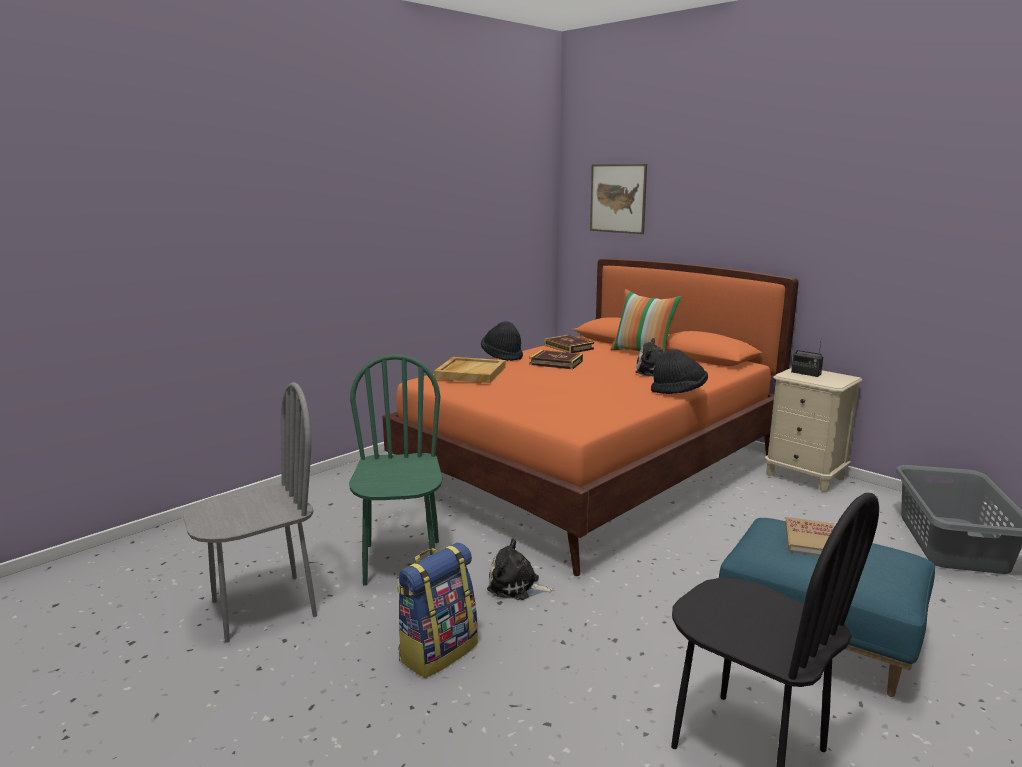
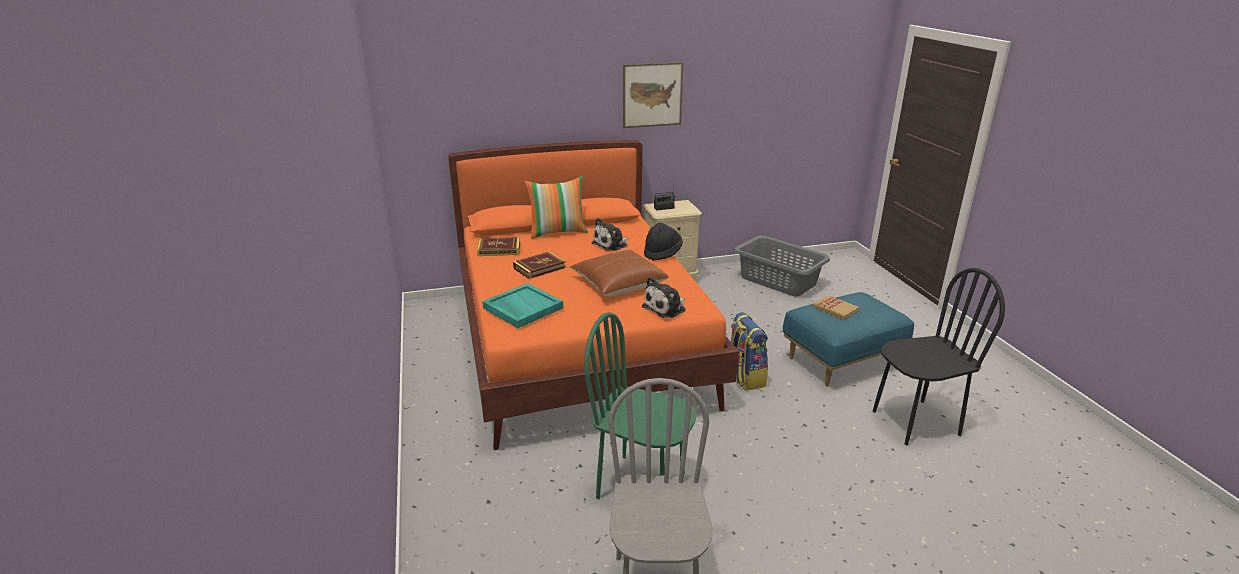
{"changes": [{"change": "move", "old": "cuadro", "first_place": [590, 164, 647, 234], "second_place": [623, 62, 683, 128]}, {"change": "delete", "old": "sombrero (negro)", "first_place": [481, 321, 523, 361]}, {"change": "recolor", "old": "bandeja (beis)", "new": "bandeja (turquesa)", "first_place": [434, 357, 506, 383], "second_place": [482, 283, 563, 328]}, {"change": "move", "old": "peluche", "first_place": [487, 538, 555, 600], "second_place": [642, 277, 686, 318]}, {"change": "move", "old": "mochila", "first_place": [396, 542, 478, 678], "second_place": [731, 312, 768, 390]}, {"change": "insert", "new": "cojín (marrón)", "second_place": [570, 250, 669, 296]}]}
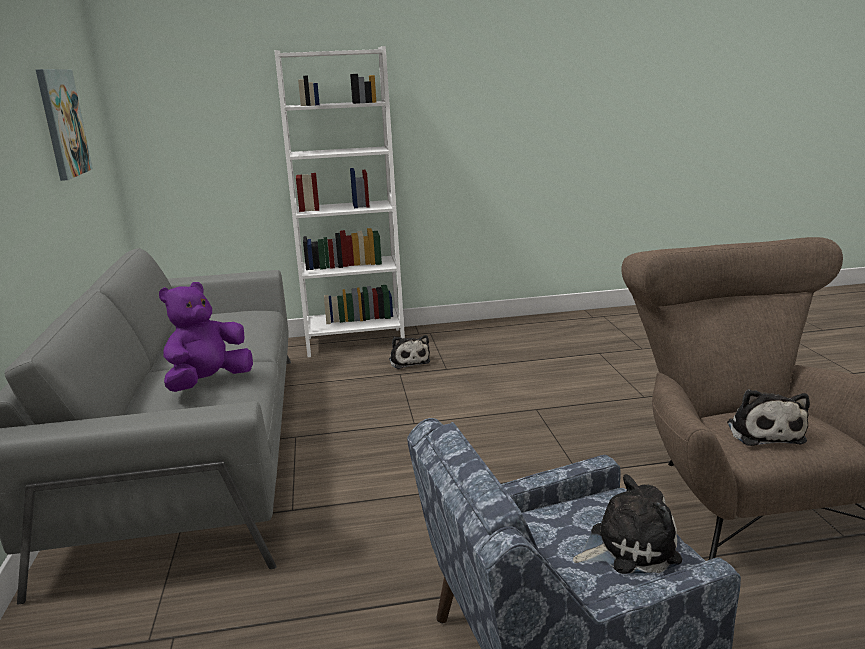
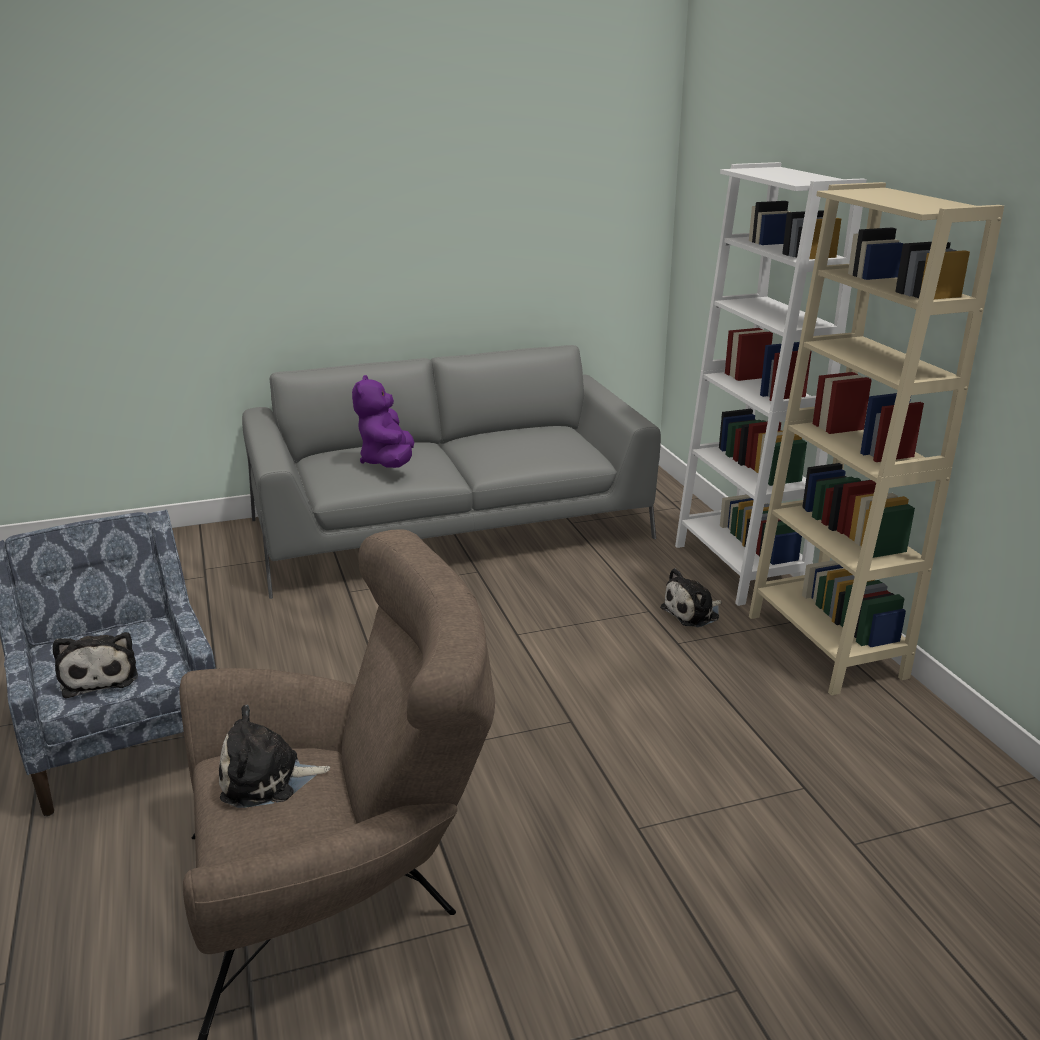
{"changes": [{"change": "delete", "old": "cuadro", "first_place": [36, 69, 93, 181]}, {"change": "rotate", "old": "peluche (morado)", "first_place": [159, 282, 253, 392], "second_place": [352, 375, 414, 468], "degrees": -120}, {"change": "insert", "new": "estantería (beis)", "second_place": [749, 182, 1004, 696]}]}
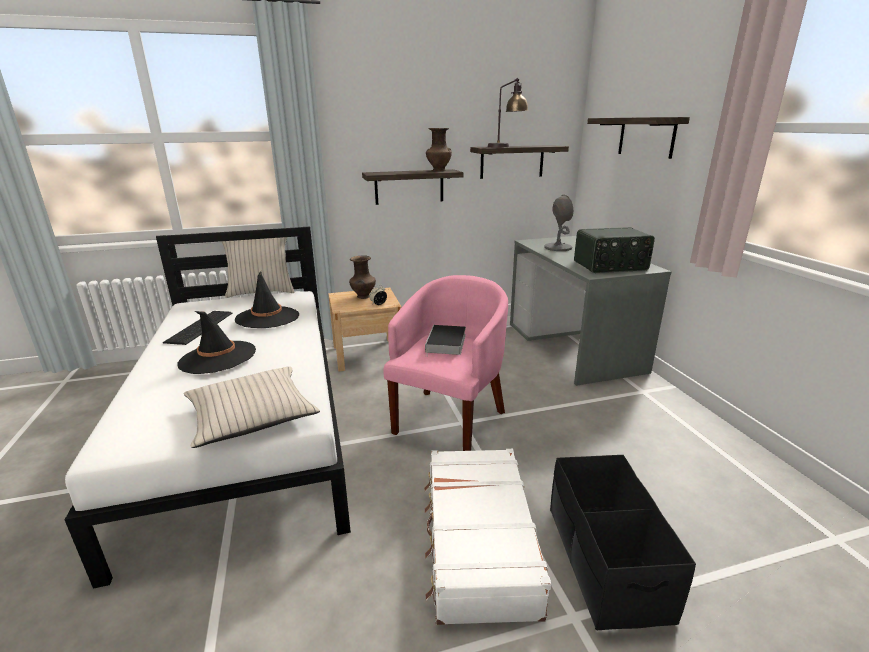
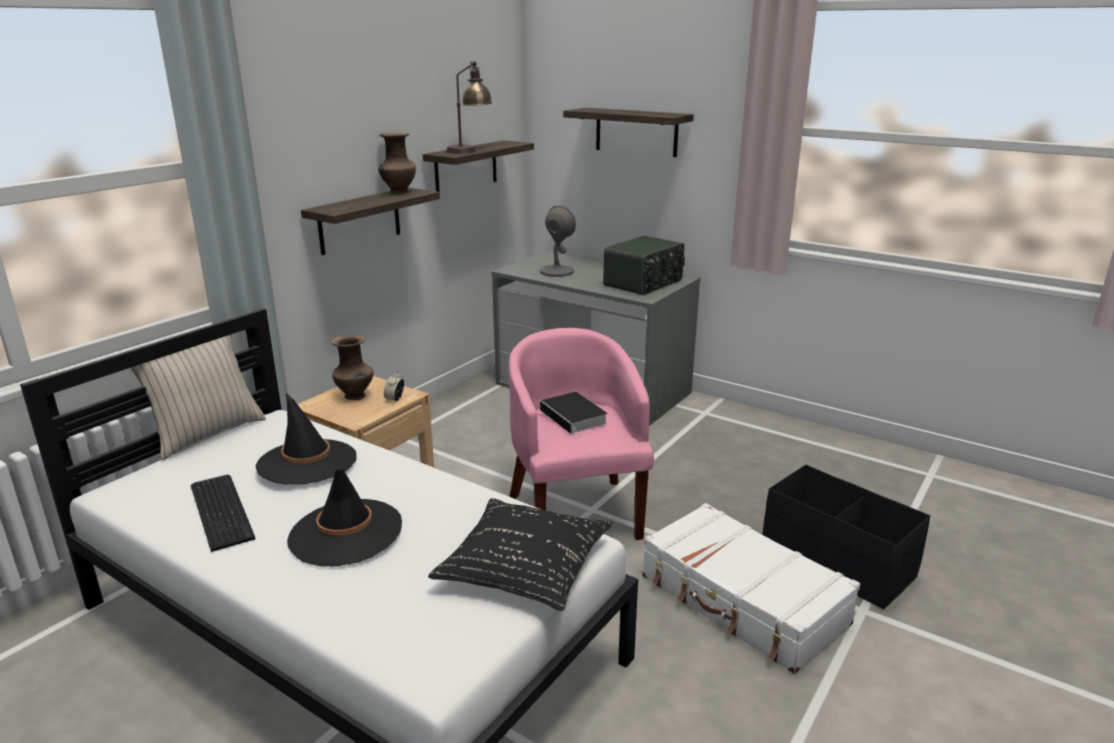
{"changes": [{"change": "recolor", "old": "cojín (beis)", "new": "cojín (negro)", "first_place": [184, 366, 320, 448], "second_place": [428, 498, 613, 611]}]}
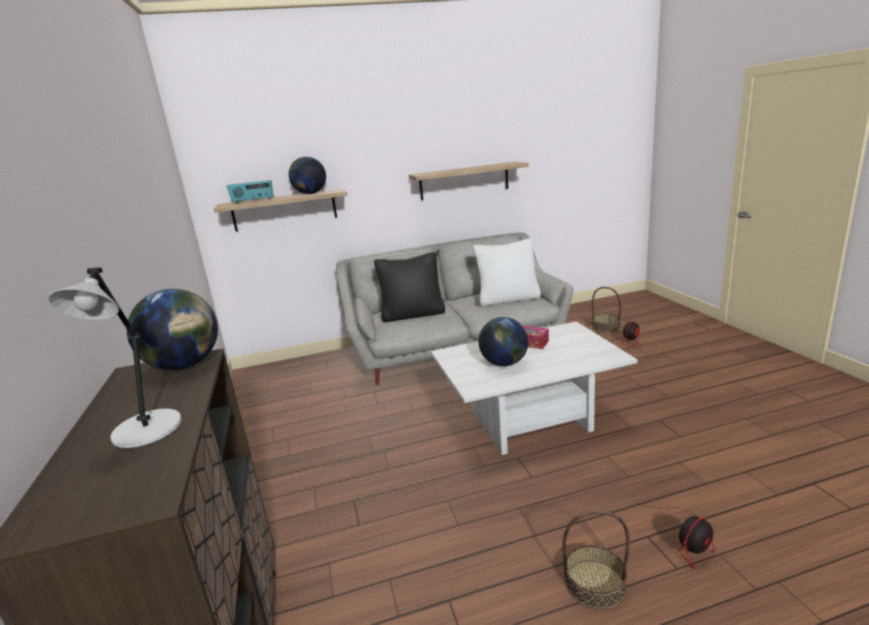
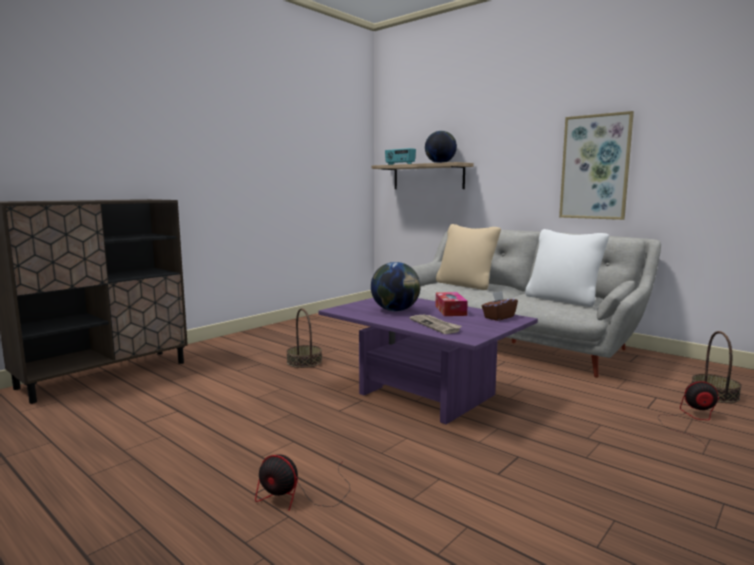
{"changes": [{"change": "replace", "old": "estante", "new": "cuadro", "first_place": [409, 162, 529, 200], "second_place": [559, 111, 634, 220]}, {"change": "recolor", "old": "cojín (negro)", "new": "cojín (beis)", "first_place": [374, 252, 445, 322], "second_place": [436, 224, 501, 290]}, {"change": "delete", "old": "lámpara de mesa (gris)", "first_place": [48, 267, 182, 448]}, {"change": "delete", "old": "globo terráqueo", "first_place": [127, 289, 218, 370]}, {"change": "recolor", "old": "mesa de centro (blanco)", "new": "mesa de centro (morado)", "first_place": [431, 321, 638, 455], "second_place": [318, 298, 538, 424]}, {"change": "move", "old": "cesta", "first_place": [563, 510, 630, 610], "second_place": [286, 308, 322, 368]}, {"change": "insert", "new": "caja de pañuelos (marrón)", "second_place": [482, 291, 518, 321]}, {"change": "insert", "new": "periódico", "second_place": [410, 315, 462, 334]}]}
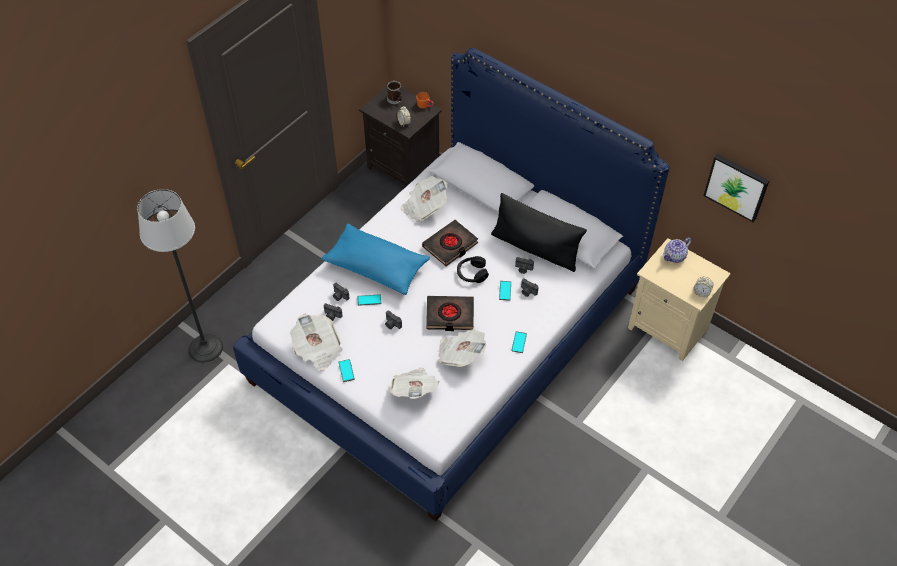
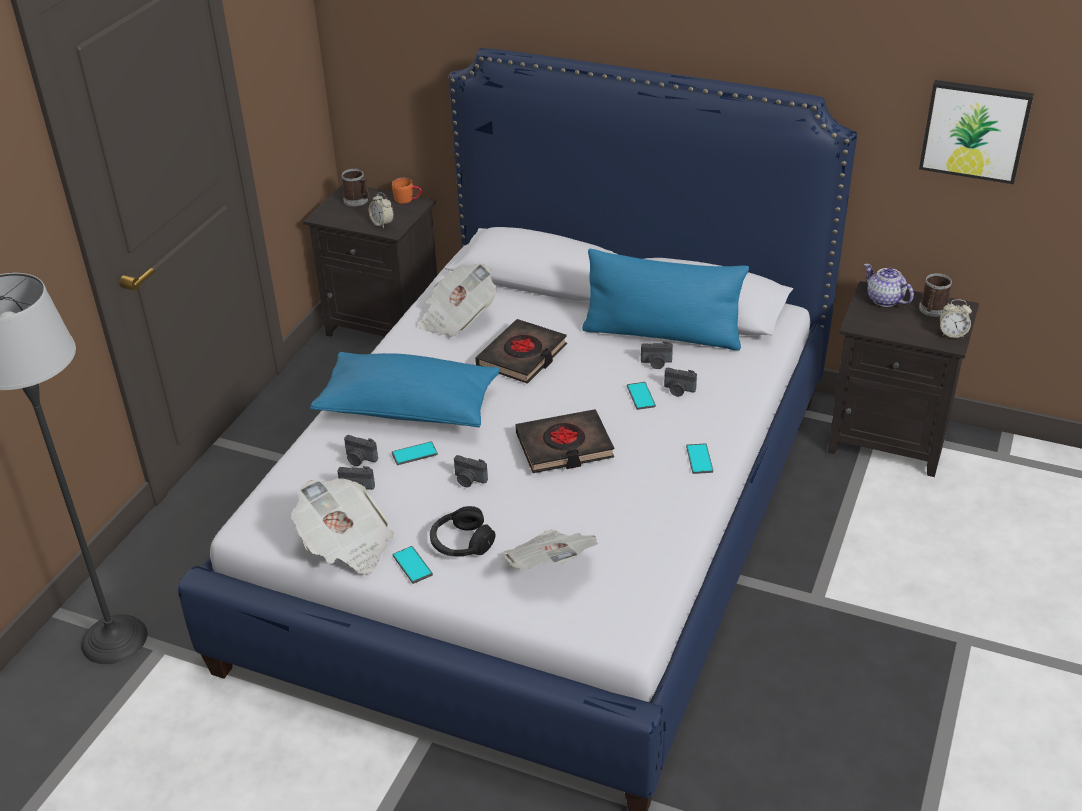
{"changes": [{"change": "recolor", "old": "cojín (negro)", "new": "cojín (azul)", "first_place": [491, 193, 587, 272], "second_place": [582, 249, 749, 350]}, {"change": "rotate", "old": "tetera", "first_place": [663, 237, 691, 263], "second_place": [864, 264, 914, 307], "degrees": 105}, {"change": "recolor", "old": "mesita de noche (beis)", "new": "mesita de noche (negro)", "first_place": [628, 238, 731, 361], "second_place": [828, 281, 979, 477]}, {"change": "move", "old": "auriculares (negro)", "first_place": [457, 256, 489, 283], "second_place": [430, 506, 496, 557]}, {"change": "delete", "old": "periódico", "first_place": [437, 329, 486, 367]}, {"change": "insert", "new": "taza grande", "second_place": [919, 273, 952, 317]}]}
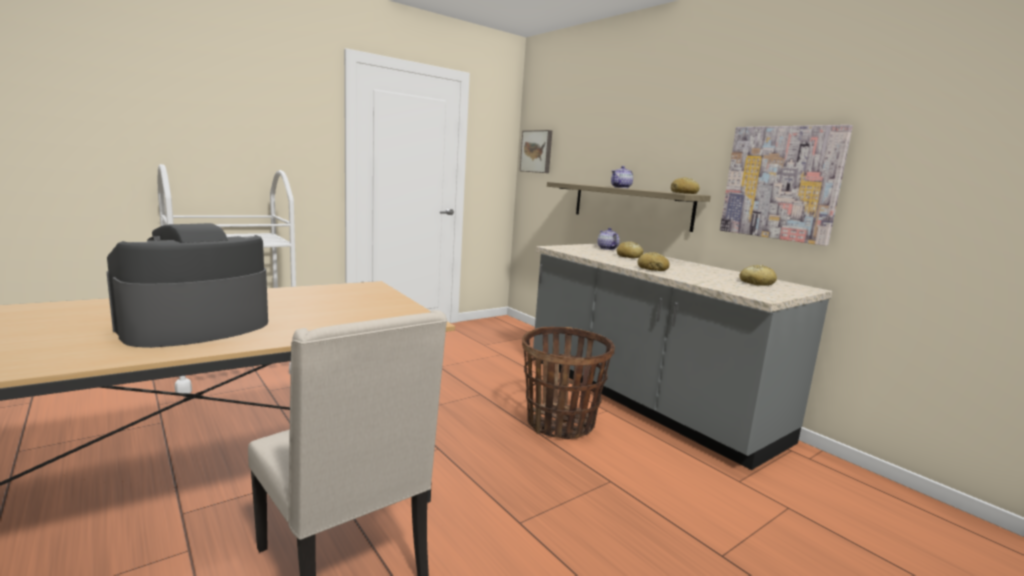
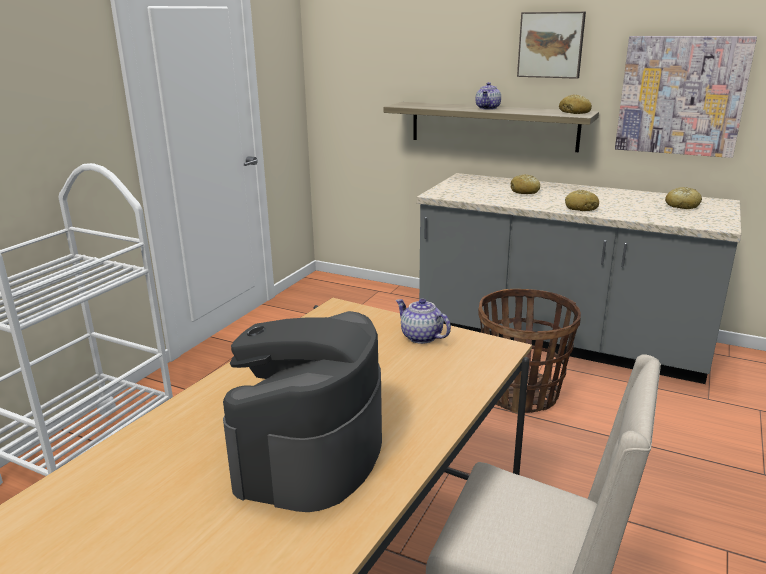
{"changes": [{"change": "move", "old": "cuadro", "first_place": [520, 130, 552, 173], "second_place": [517, 12, 586, 79]}, {"change": "move", "old": "tetera", "first_place": [597, 228, 620, 250], "second_place": [396, 298, 451, 344]}]}
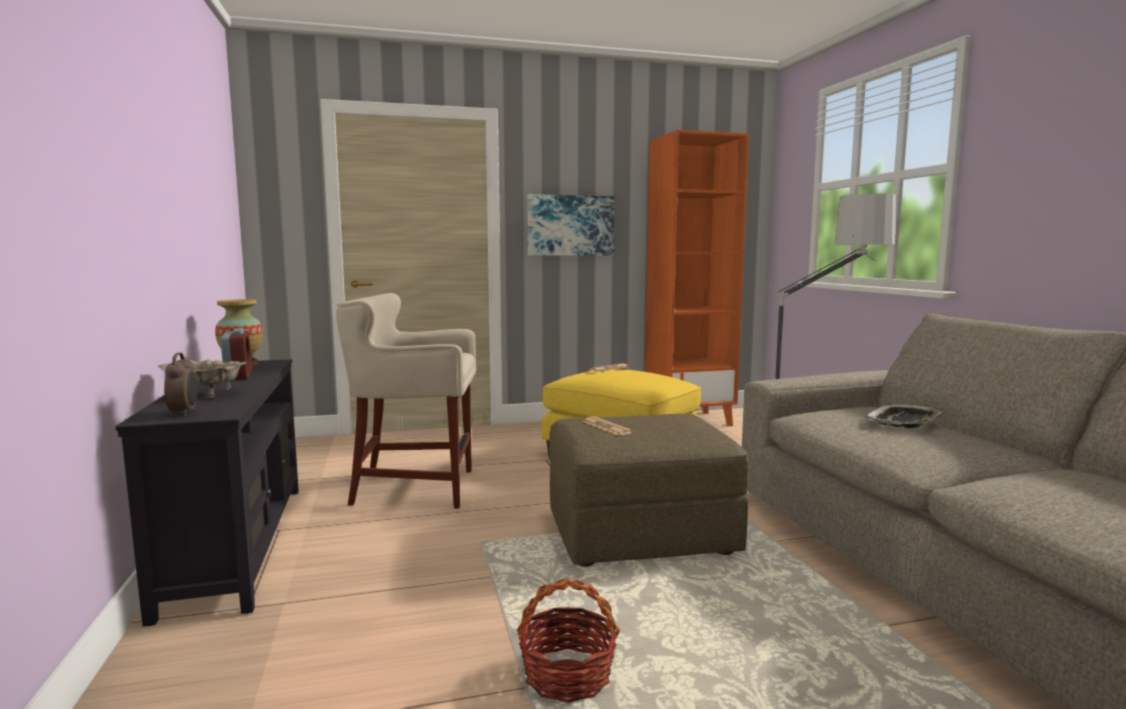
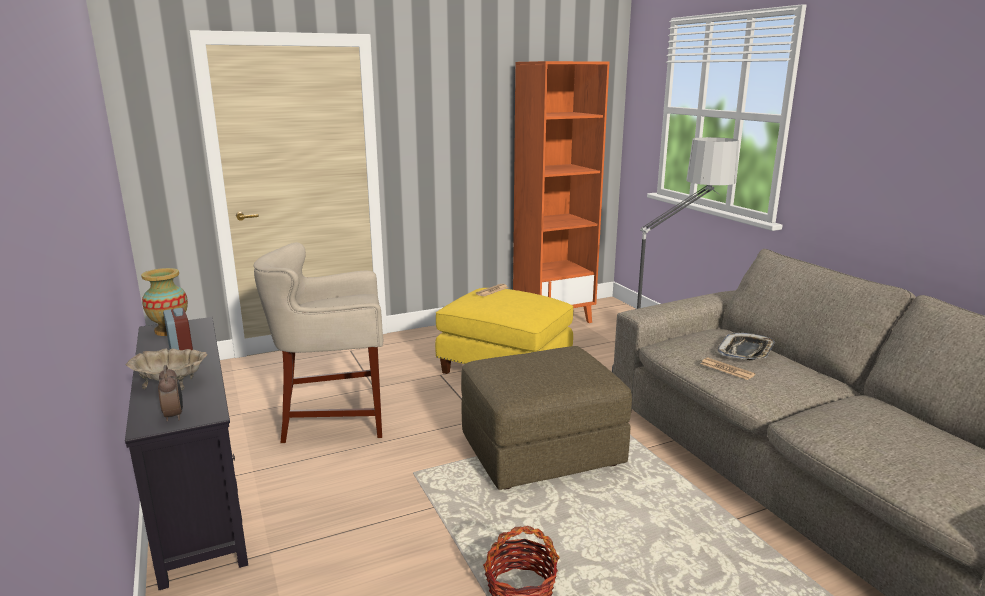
{"changes": [{"change": "delete", "old": "cuadro", "first_place": [527, 194, 614, 256]}, {"change": "move", "old": "periódico", "first_place": [584, 417, 633, 436], "second_place": [701, 358, 755, 380]}]}
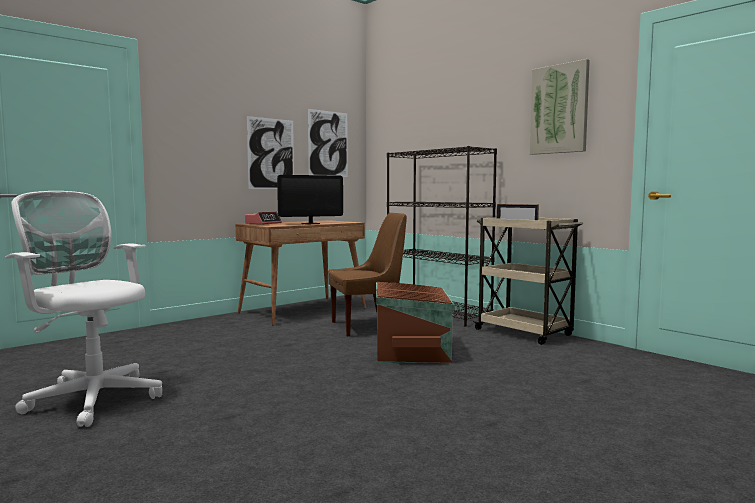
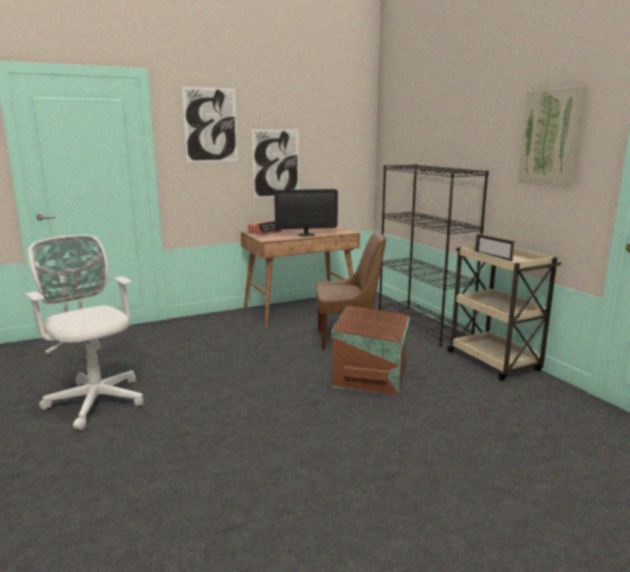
{"changes": [{"change": "move", "old": "cuadro", "first_place": [308, 109, 348, 177], "second_place": [182, 87, 238, 162]}]}
